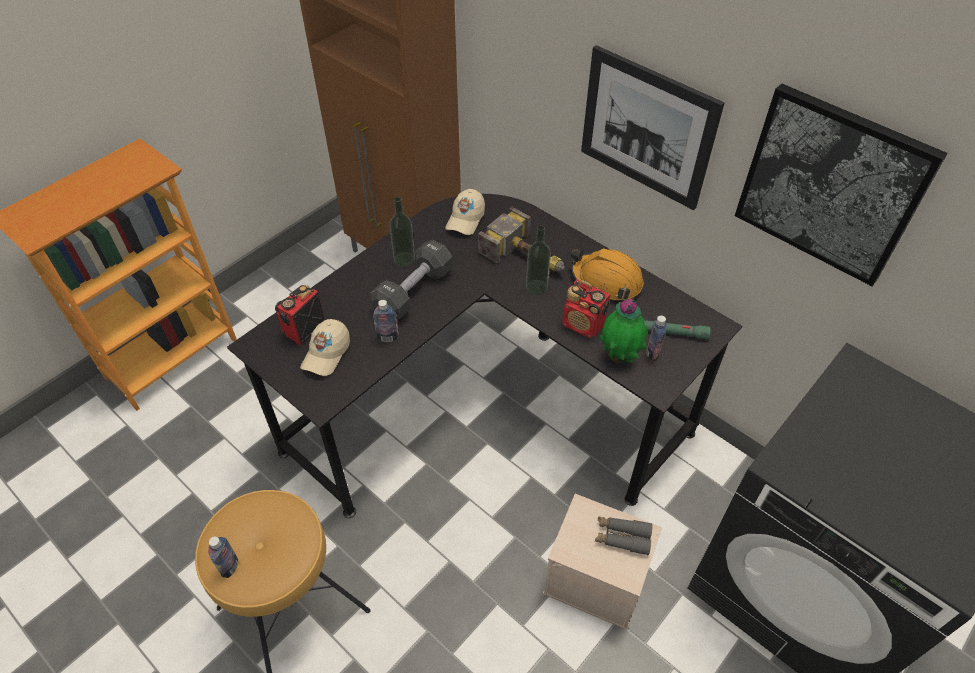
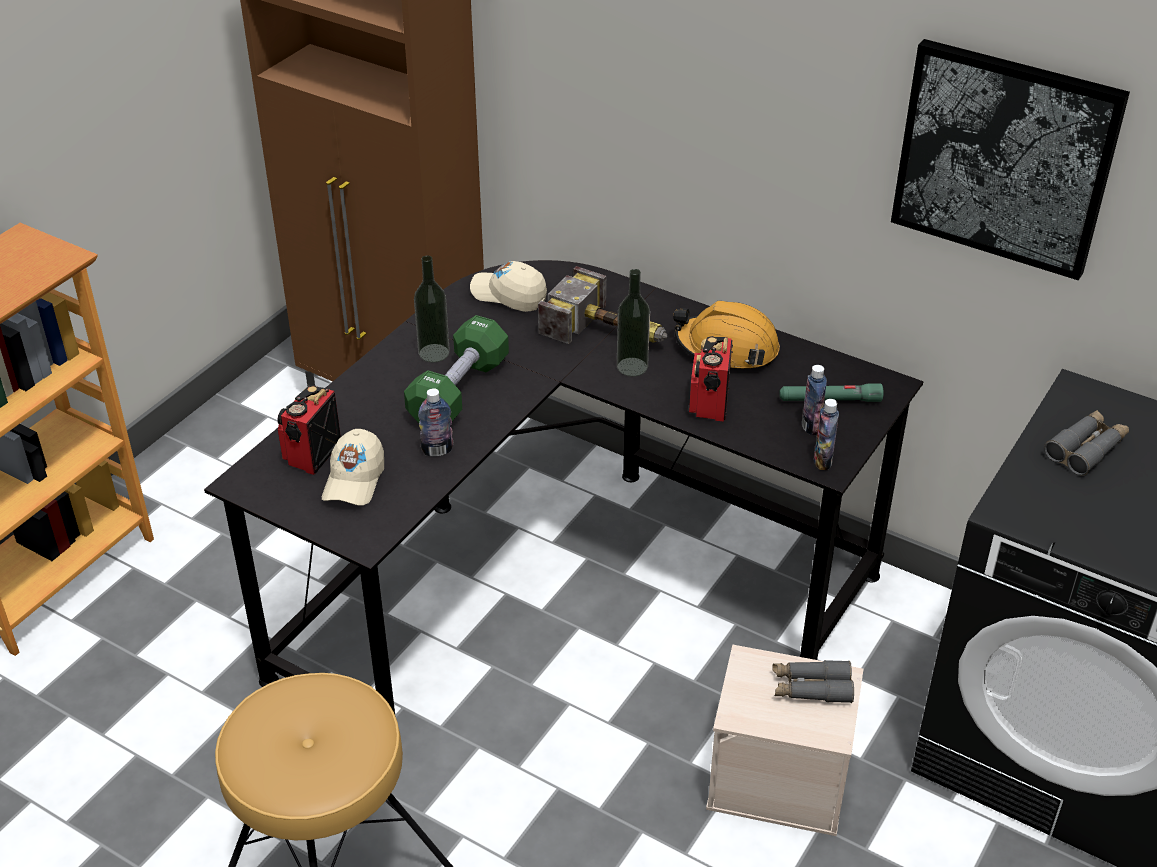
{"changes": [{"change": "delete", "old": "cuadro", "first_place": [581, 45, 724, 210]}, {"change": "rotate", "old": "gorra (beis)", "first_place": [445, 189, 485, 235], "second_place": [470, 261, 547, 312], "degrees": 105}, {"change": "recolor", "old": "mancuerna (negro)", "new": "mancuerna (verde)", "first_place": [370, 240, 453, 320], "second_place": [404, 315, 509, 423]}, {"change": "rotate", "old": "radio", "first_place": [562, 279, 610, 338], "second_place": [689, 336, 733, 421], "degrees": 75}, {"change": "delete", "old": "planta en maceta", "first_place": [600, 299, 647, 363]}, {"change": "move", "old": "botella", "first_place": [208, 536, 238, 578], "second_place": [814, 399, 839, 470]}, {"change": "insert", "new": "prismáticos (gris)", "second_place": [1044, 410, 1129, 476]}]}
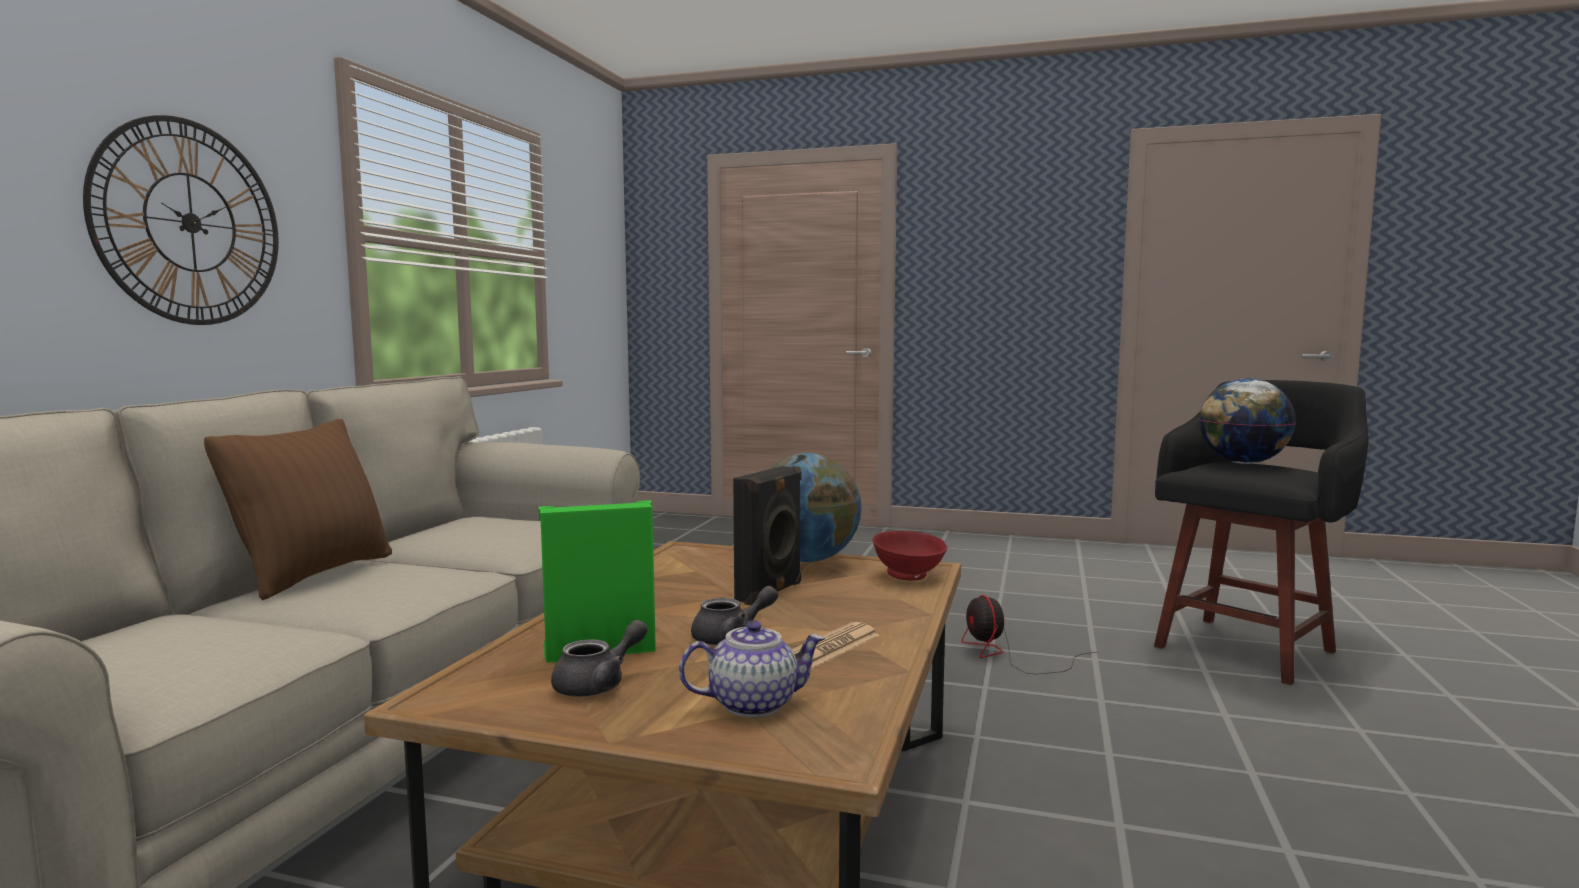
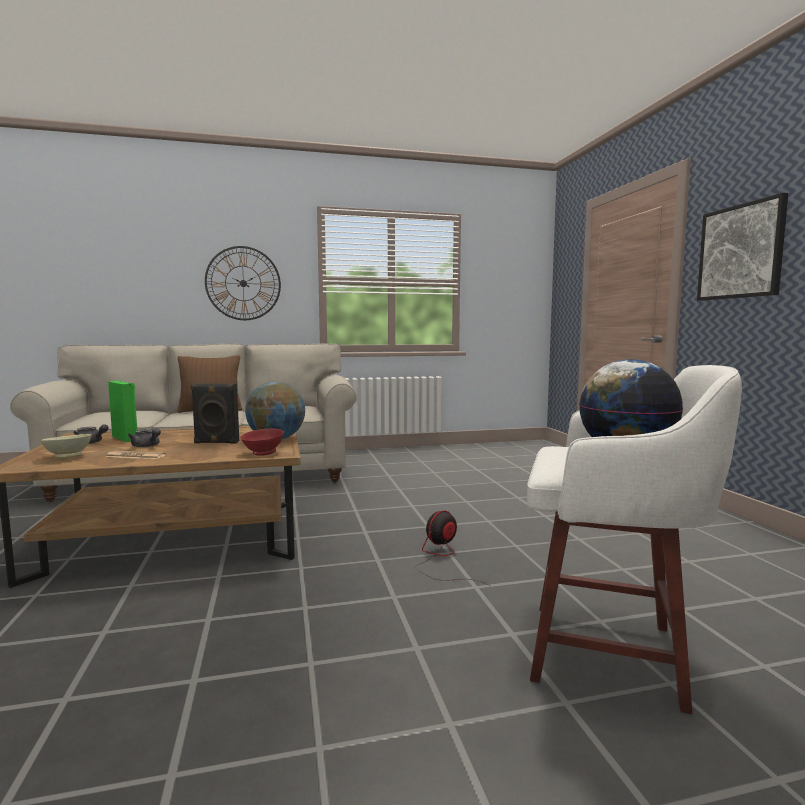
{"changes": [{"change": "recolor", "old": "taburete (negro)", "new": "taburete (blanco)", "first_place": [1154, 380, 1369, 685], "second_place": [527, 365, 742, 714]}, {"change": "replace", "old": "tetera", "new": "cuenco (beis)", "first_place": [679, 620, 825, 717], "second_place": [40, 434, 92, 458]}, {"change": "insert", "new": "cuadro", "second_place": [697, 193, 788, 301]}]}
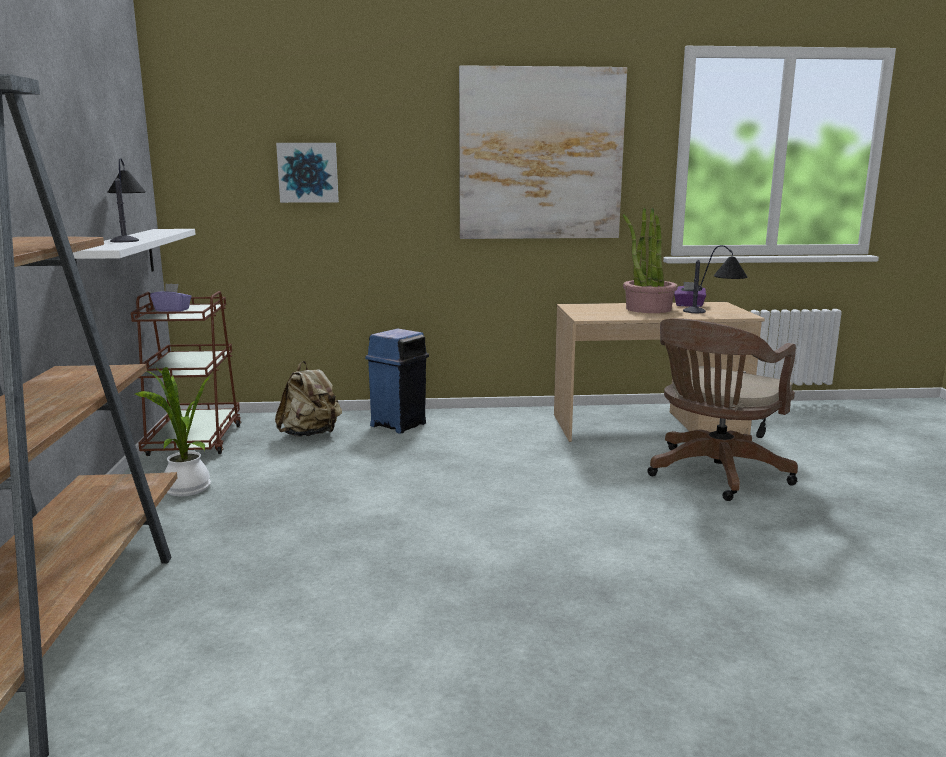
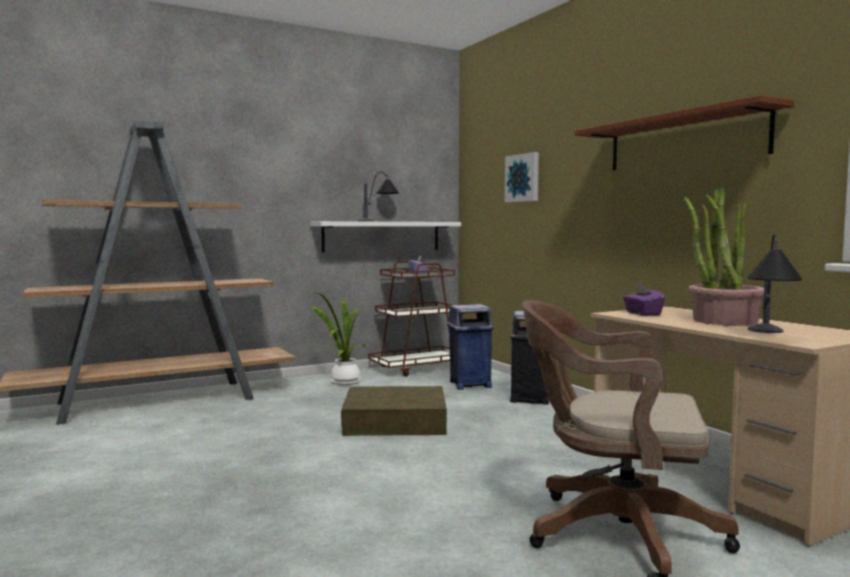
{"changes": [{"change": "replace", "old": "cuadro", "new": "estante (marrón)", "first_place": [459, 65, 627, 239], "second_place": [575, 95, 794, 171]}, {"change": "move", "old": "caja de pañuelos (morado)", "first_place": [674, 282, 706, 307], "second_place": [623, 283, 665, 316]}, {"change": "replace", "old": "mochila (beis)", "new": "papelera (azul)", "first_place": [275, 361, 342, 437], "second_place": [447, 304, 494, 390]}, {"change": "insert", "new": "caja de almacenaje (marrón)", "second_place": [341, 386, 447, 436]}]}
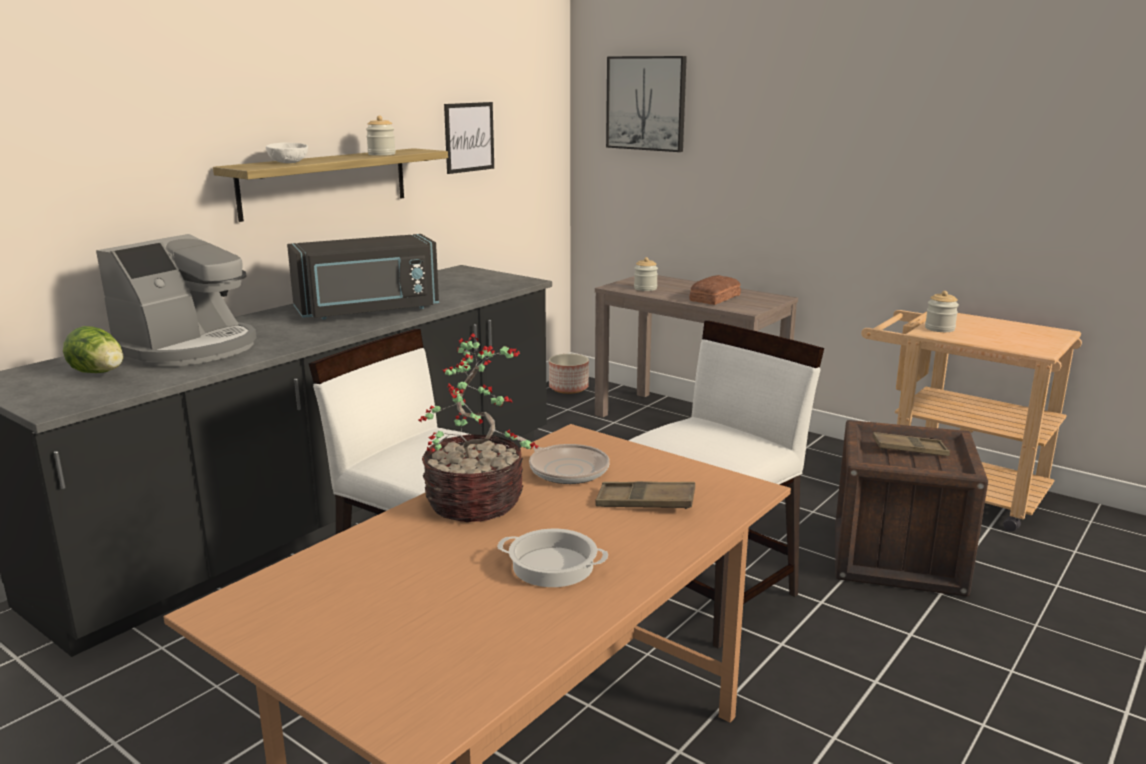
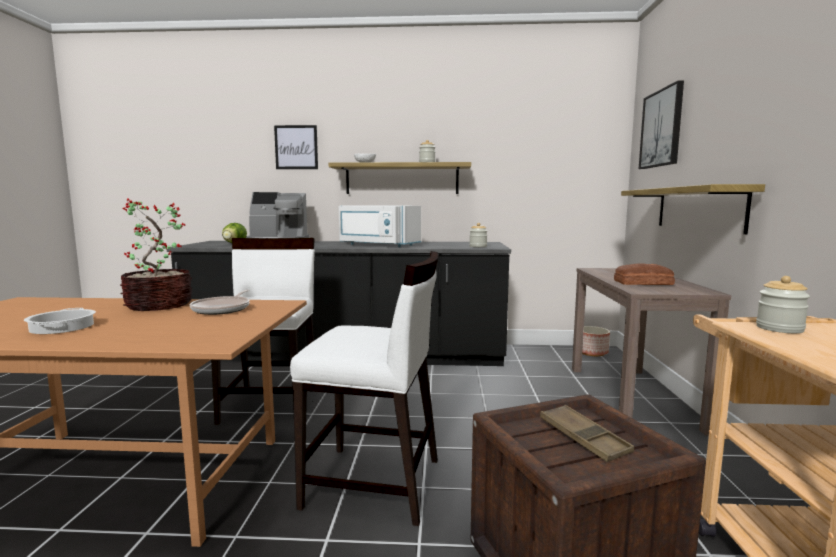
{"changes": [{"change": "move", "old": "cuadro", "first_place": [444, 102, 494, 174], "second_place": [274, 125, 318, 169]}, {"change": "recolor", "old": "microondas (negro)", "new": "microondas (blanco)", "first_place": [287, 234, 439, 320], "second_place": [338, 205, 421, 247]}, {"change": "move", "old": "tarro", "first_place": [634, 257, 658, 291], "second_place": [469, 223, 487, 247]}, {"change": "delete", "old": "bandeja (marrón)", "first_place": [595, 481, 695, 509]}, {"change": "insert", "new": "estante", "second_place": [621, 184, 765, 234]}]}
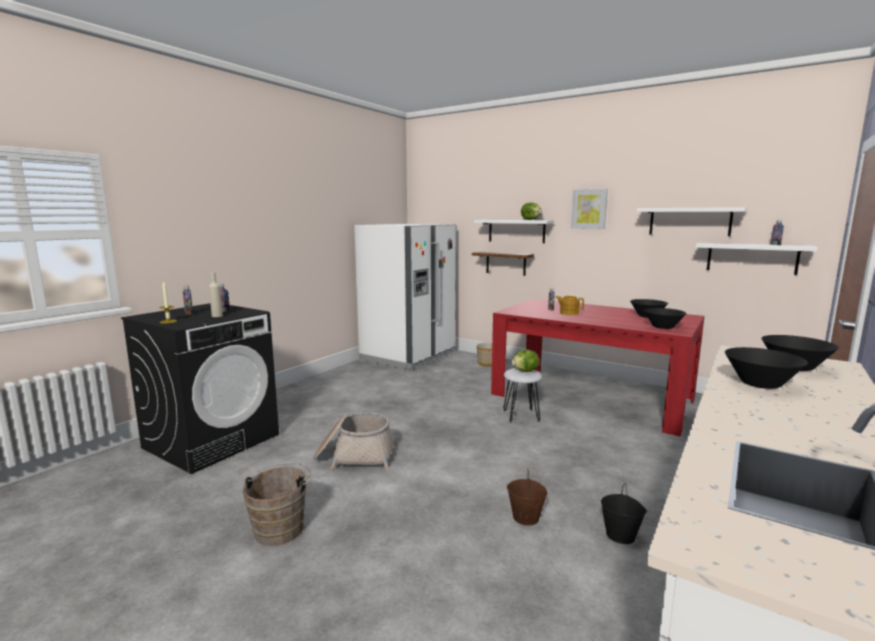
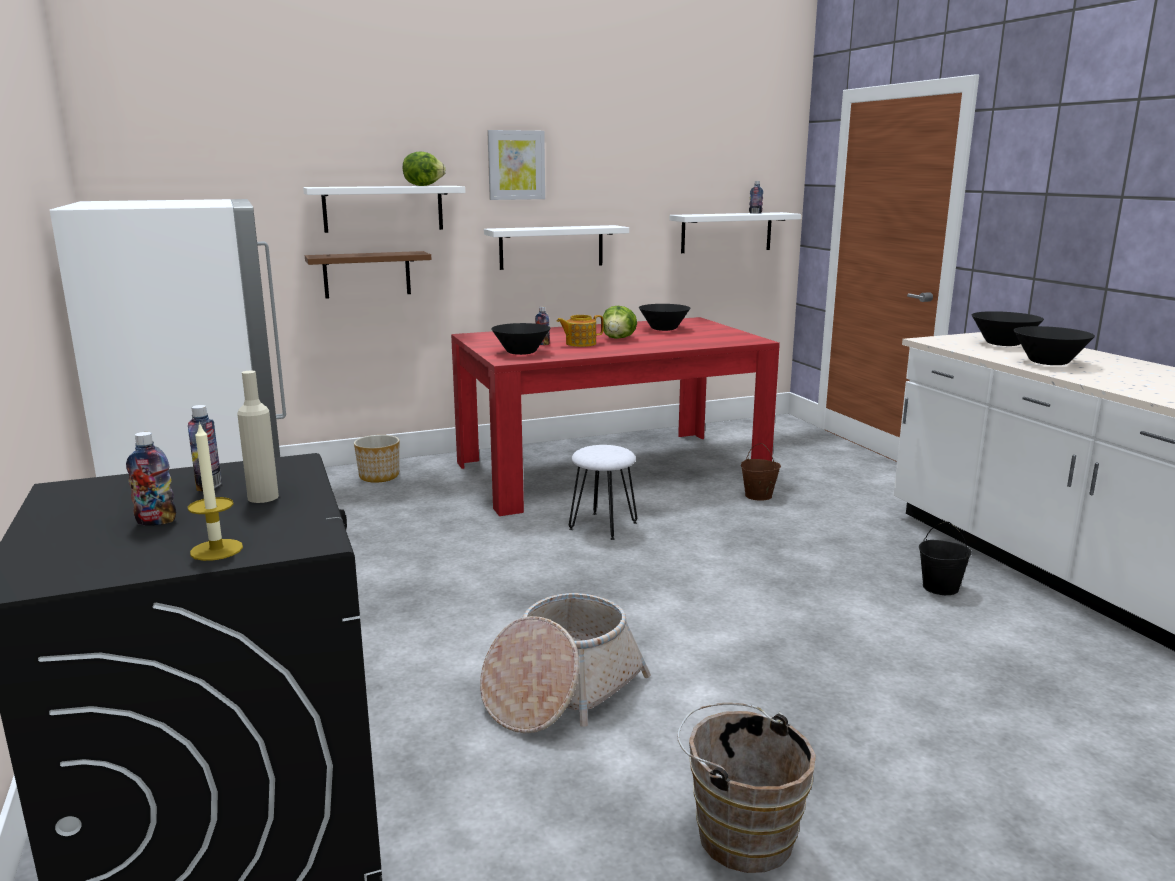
{"changes": [{"change": "move", "old": "estante (blanco)", "first_place": [637, 207, 746, 236], "second_place": [484, 225, 629, 270]}, {"change": "move", "old": "cuenco (negro)", "first_place": [644, 308, 686, 329], "second_place": [491, 323, 550, 355]}, {"change": "move", "old": "lechuga", "first_place": [511, 349, 539, 372], "second_place": [603, 306, 637, 339]}, {"change": "move", "old": "cubo (marrón)", "first_place": [507, 469, 548, 526], "second_place": [741, 443, 781, 501]}]}
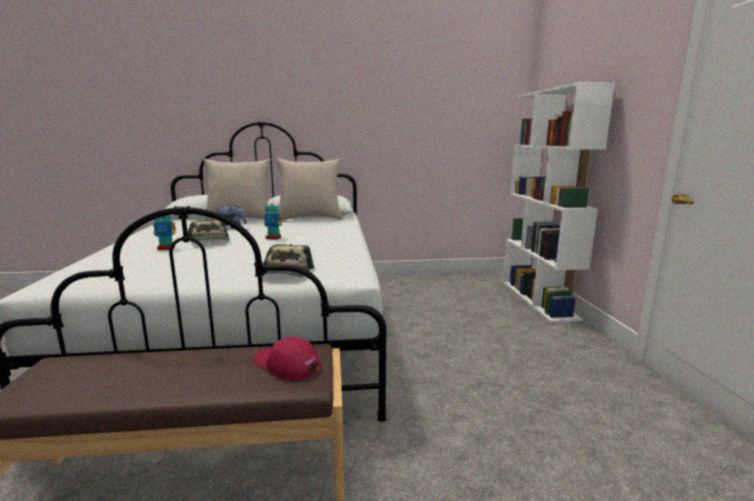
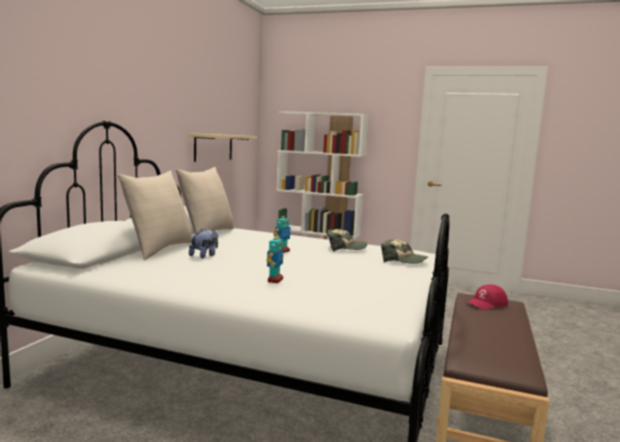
{"changes": [{"change": "move", "old": "gorra", "first_place": [188, 220, 230, 243], "second_place": [327, 229, 367, 251]}, {"change": "insert", "new": "estante (beis)", "second_place": [188, 133, 257, 162]}]}
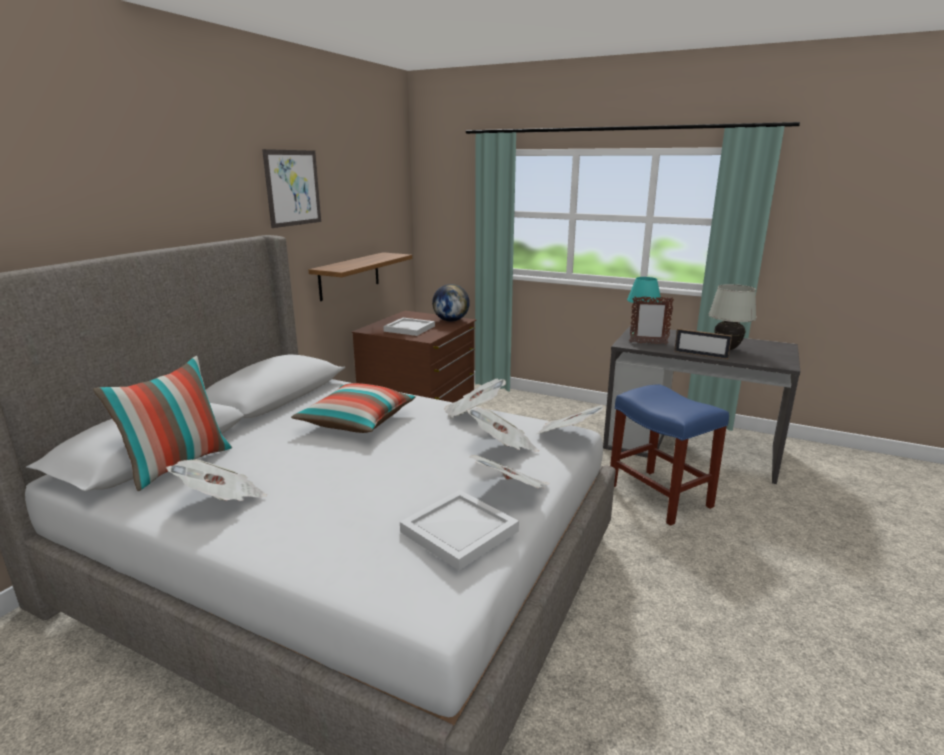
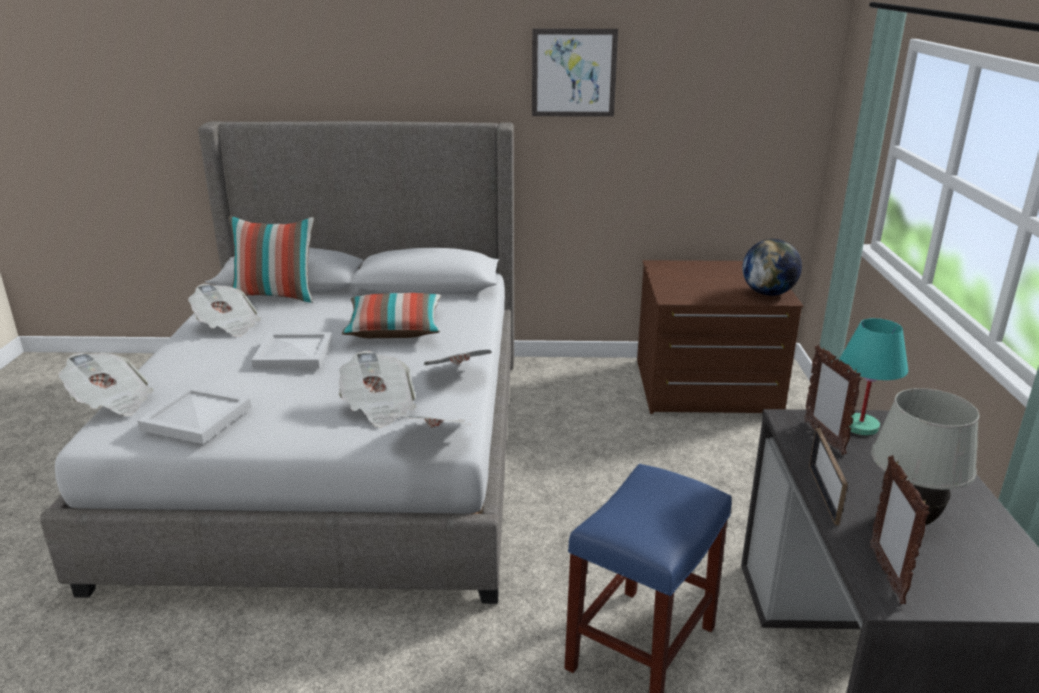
{"changes": [{"change": "delete", "old": "estante", "first_place": [309, 252, 412, 301]}, {"change": "move", "old": "bandeja (blanco)", "first_place": [383, 318, 435, 336], "second_place": [252, 332, 332, 369]}, {"change": "move", "old": "periódico", "first_place": [470, 455, 549, 489], "second_place": [59, 353, 153, 416]}, {"change": "insert", "new": "portarretratos", "second_place": [870, 456, 930, 604]}]}
